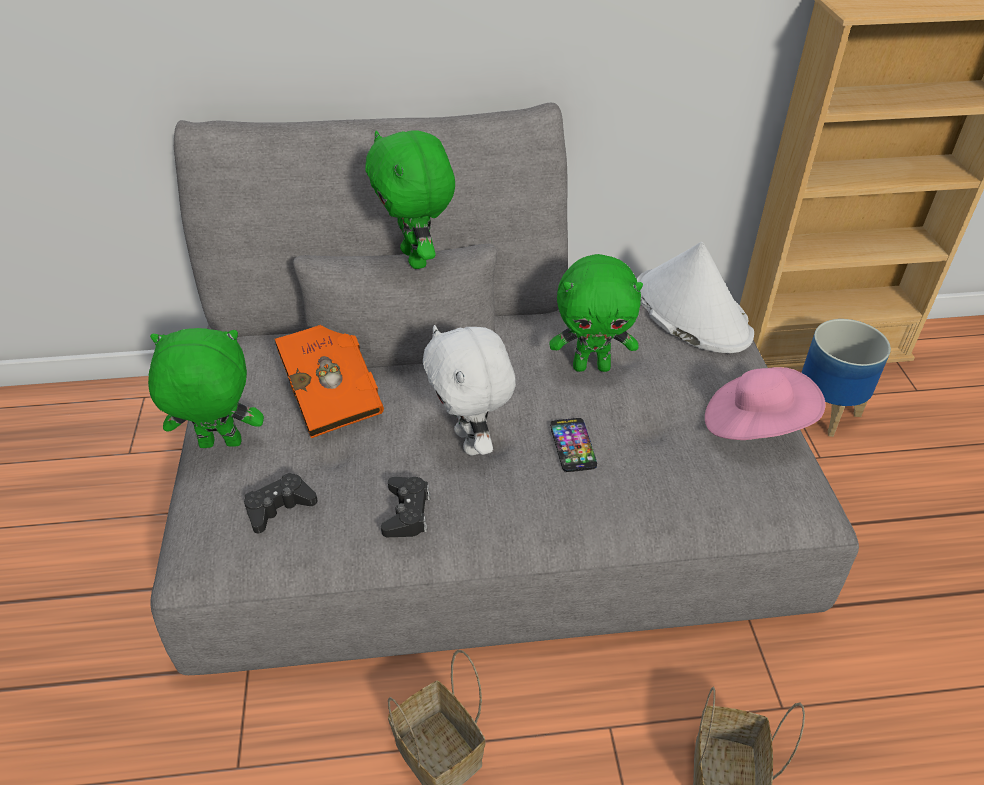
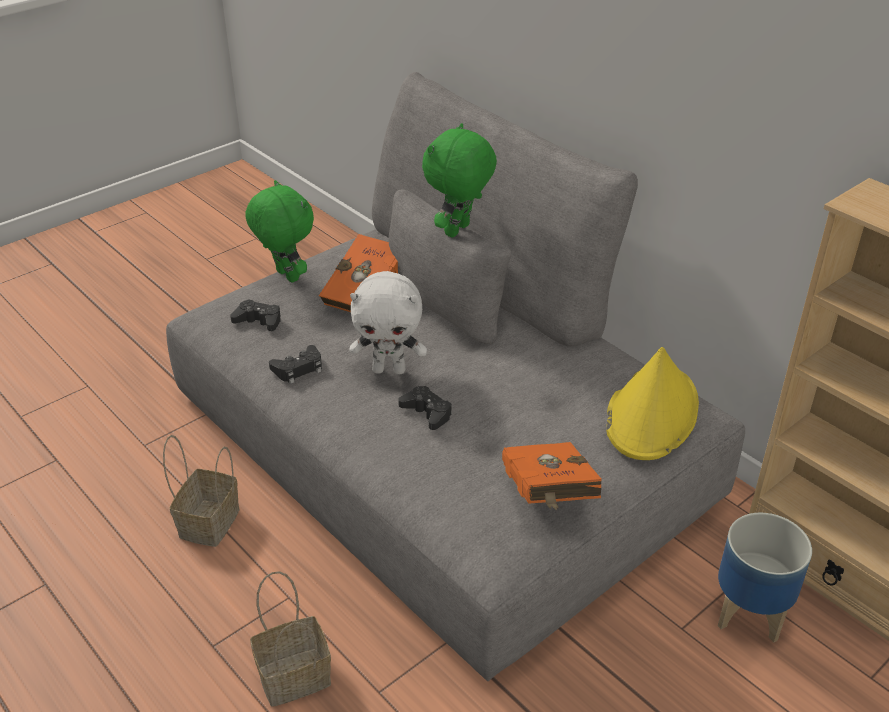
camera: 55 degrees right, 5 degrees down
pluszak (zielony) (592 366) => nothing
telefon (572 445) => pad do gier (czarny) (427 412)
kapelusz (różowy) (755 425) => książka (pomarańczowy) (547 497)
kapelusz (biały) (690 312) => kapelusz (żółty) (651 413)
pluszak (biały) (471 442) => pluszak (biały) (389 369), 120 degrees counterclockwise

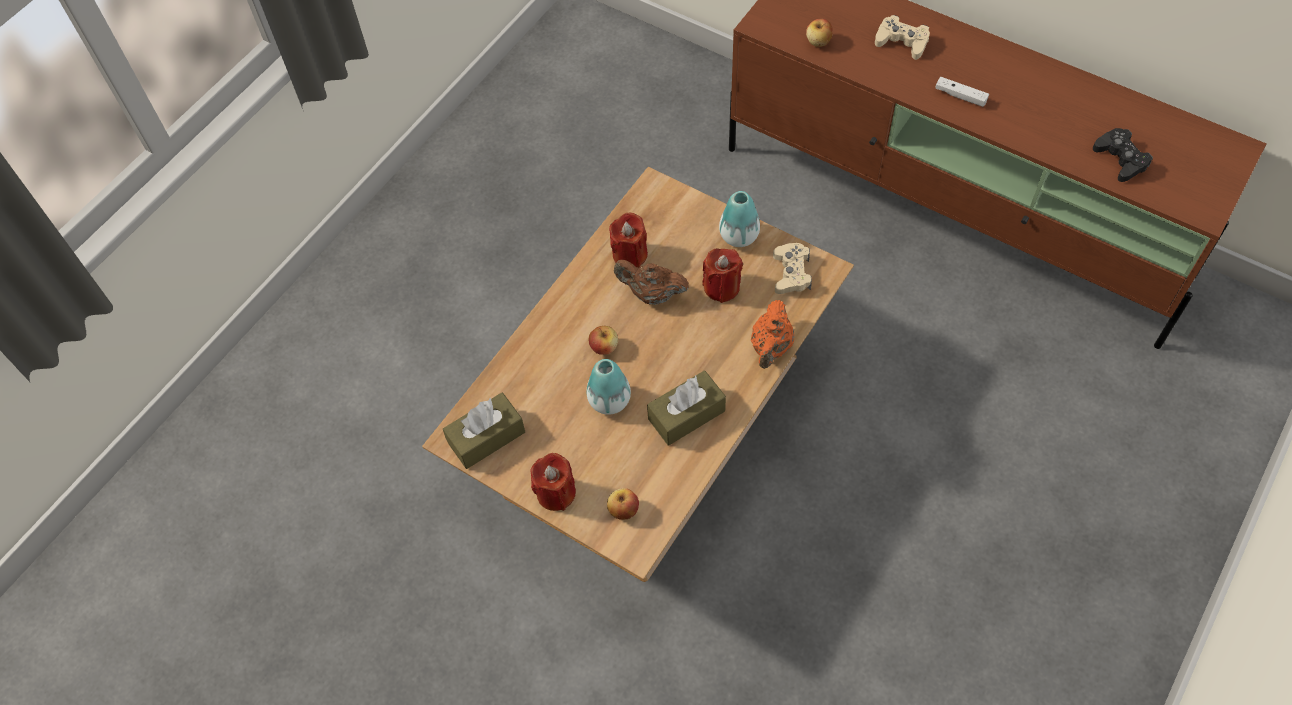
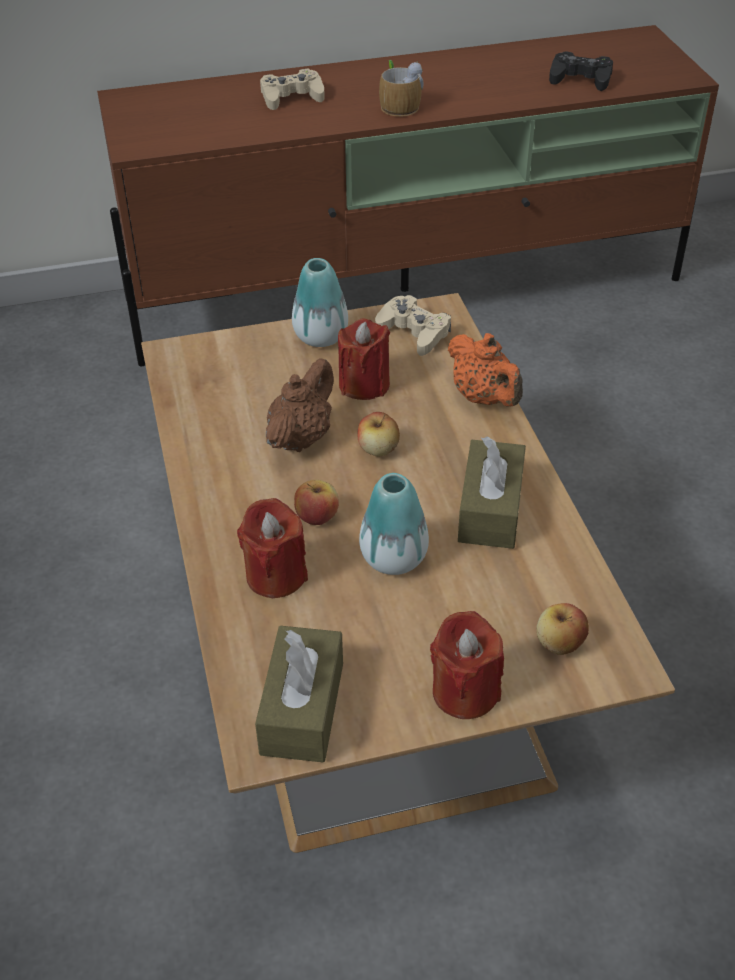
camera: 50 degrees left, 15 degrees down
świeca (czerwony) (630 254) => świeca (czerwony) (276 575), move
jabłko (818 42) => jabłko (378 449), move
pad do gier (biały) (960 96) => kubek (398 104)
imbryk (brązowy) (651 294) => imbryk (brązowy) (301 437), 150 degrees clockwise

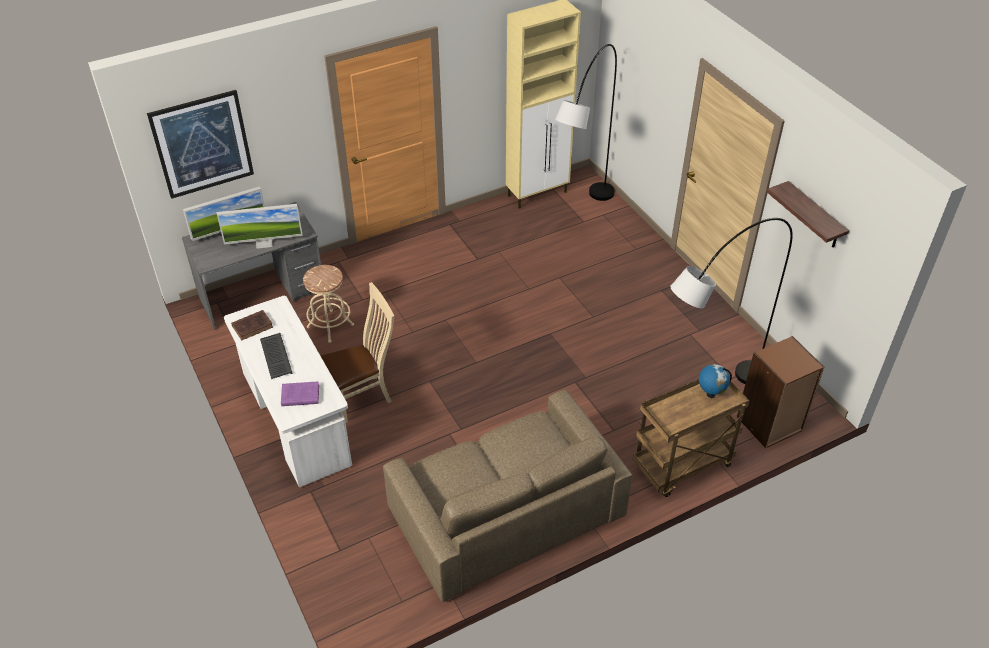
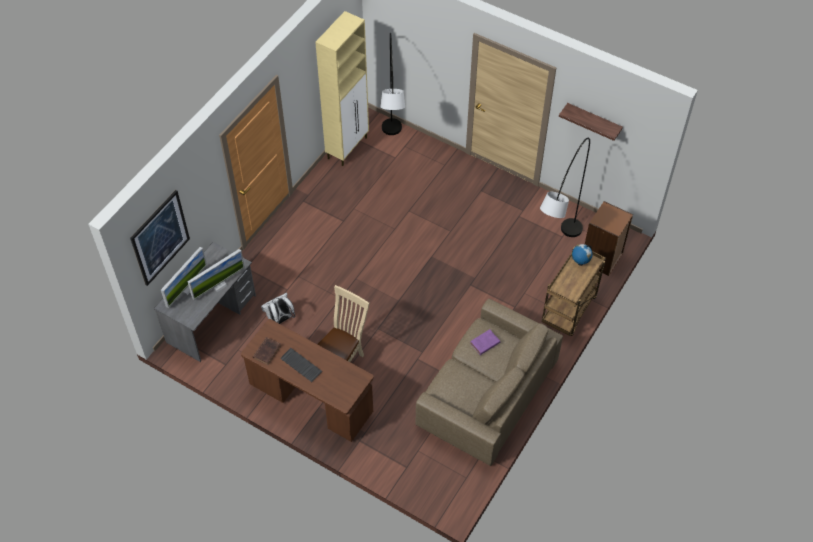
camera: 30 degrees left, 10 degrees up
książka (fioletowy) (299 396) => książka (fioletowy) (484 343), move
stołek (beżowy) (330 326) => plecak (biały) (280 320)
biurko (biały) (295 419) => biurko (brązowy) (311 398)

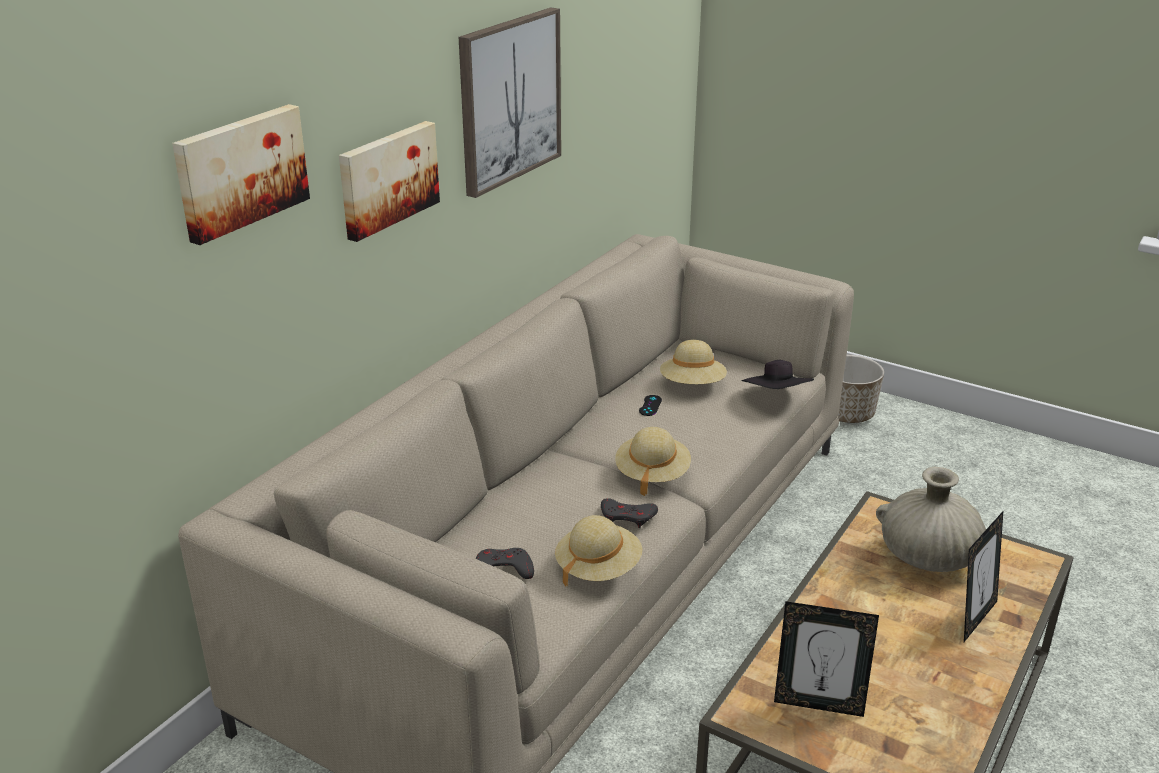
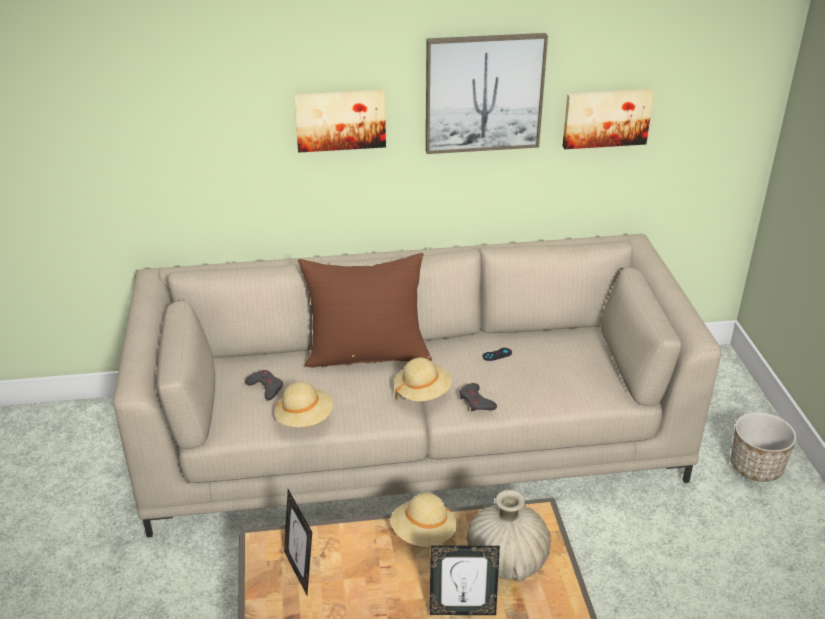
camera: 50 degrees right, 5 degrees up
kapelusz (czarny) (776 398) => nothing
nothing => poduszka (brązowy) (367 354)
obraz (240 171) => obraz (606 117), move
pad do gier (szary) (627 517) => pad do gier (szary) (476 401), move
kapelusz (beżowy) (692 385) => kapelusz (beżowy) (423 534), move

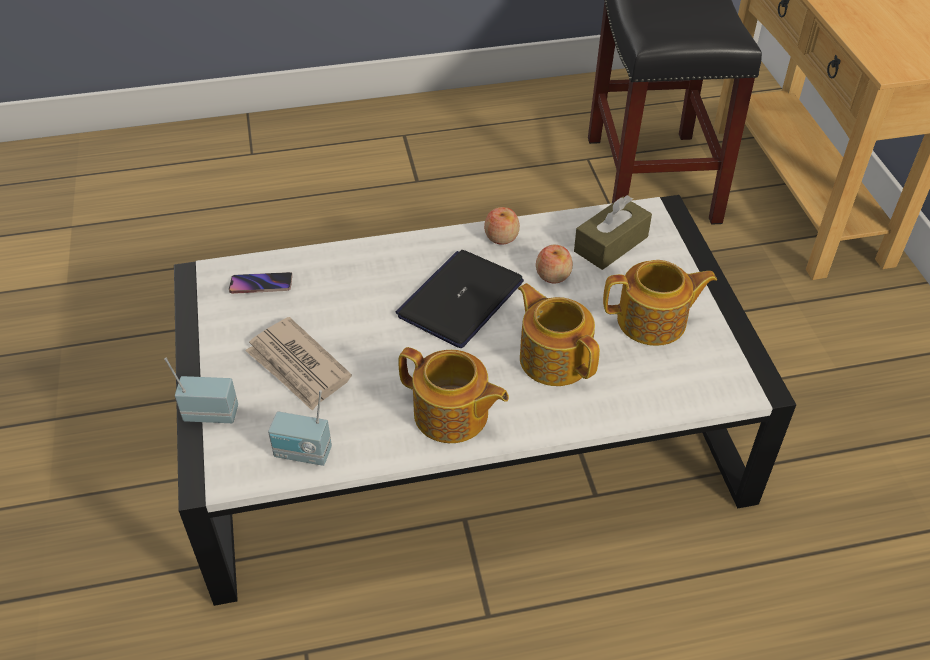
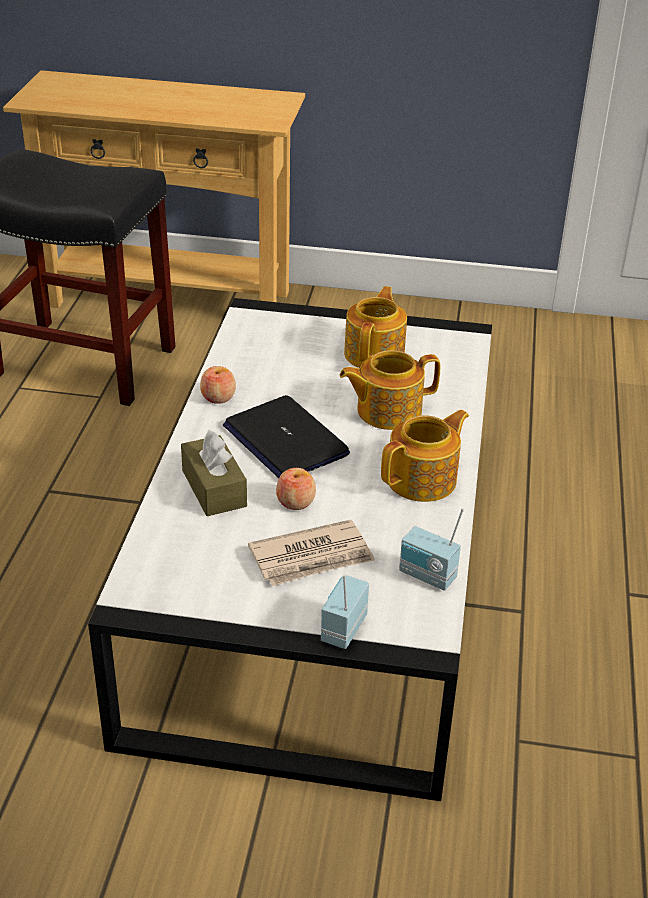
camera: 70 degrees left, 10 degrees down
telefon (261 286) => nothing
jabłko (553 275) => jabłko (295 502), move
pudełko chusteczek (brązowy) (611 244) => pudełko chusteczek (brązowy) (214 488), move
radio (302 454) => radio (426 577), 90 degrees clockwise

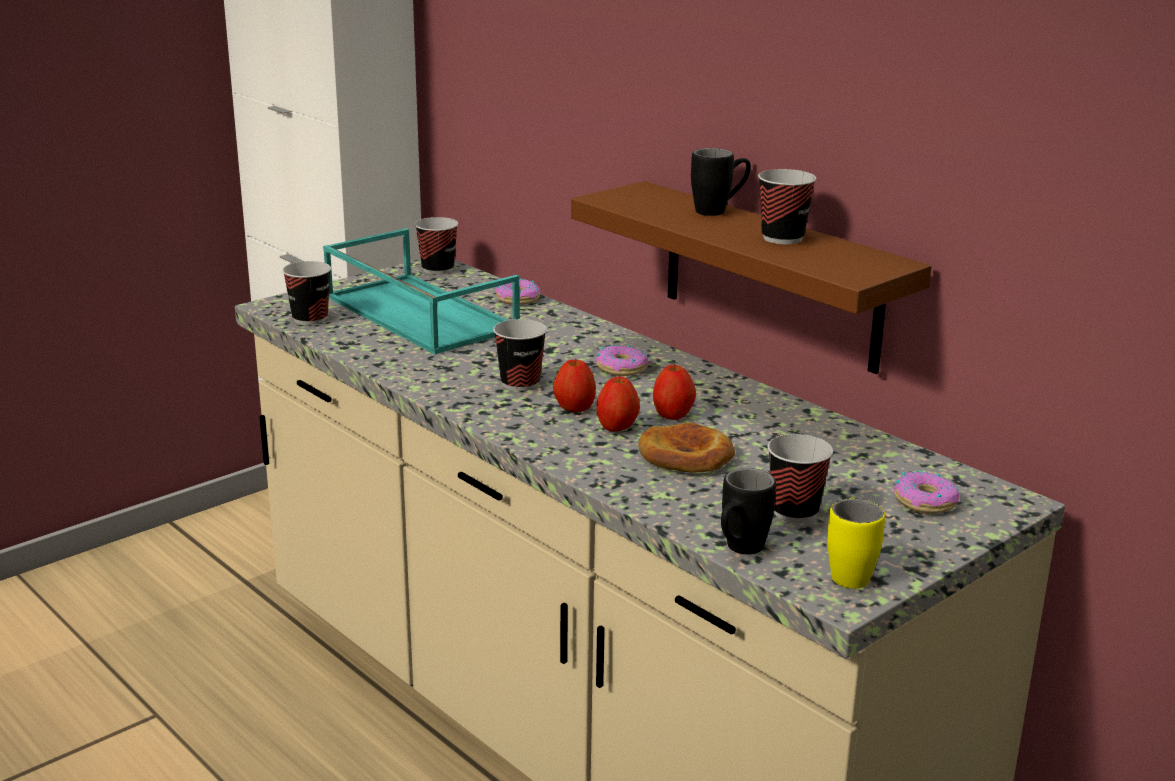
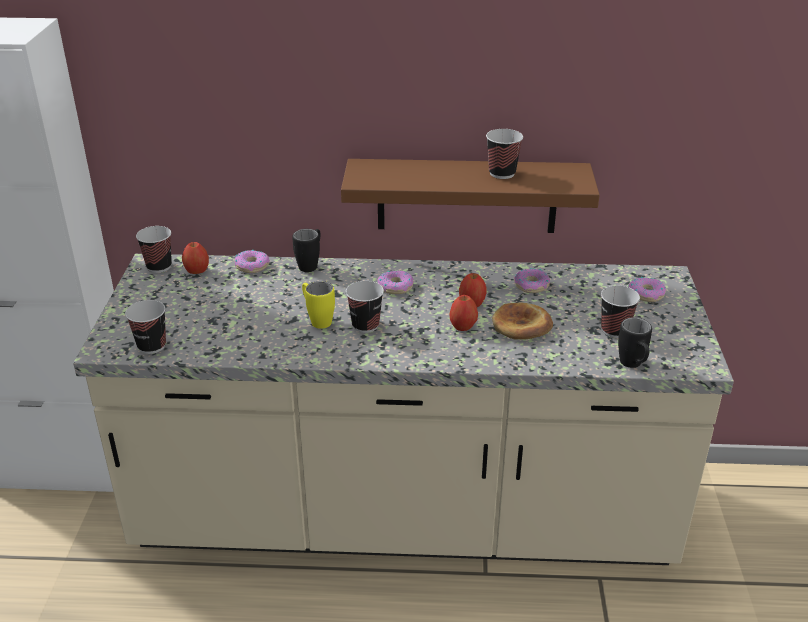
camera: 45 degrees left, 10 degrees up
taca (turkusowy) (417 313) => nothing
nothing => donut (531 286)
jabłko (574 409) => jabłko (197 271), move
kubek (czarny) (719 210) => kubek (czarny) (311 264), move
kubek (żółty) (849 571) => kubek (żółty) (317 320), move

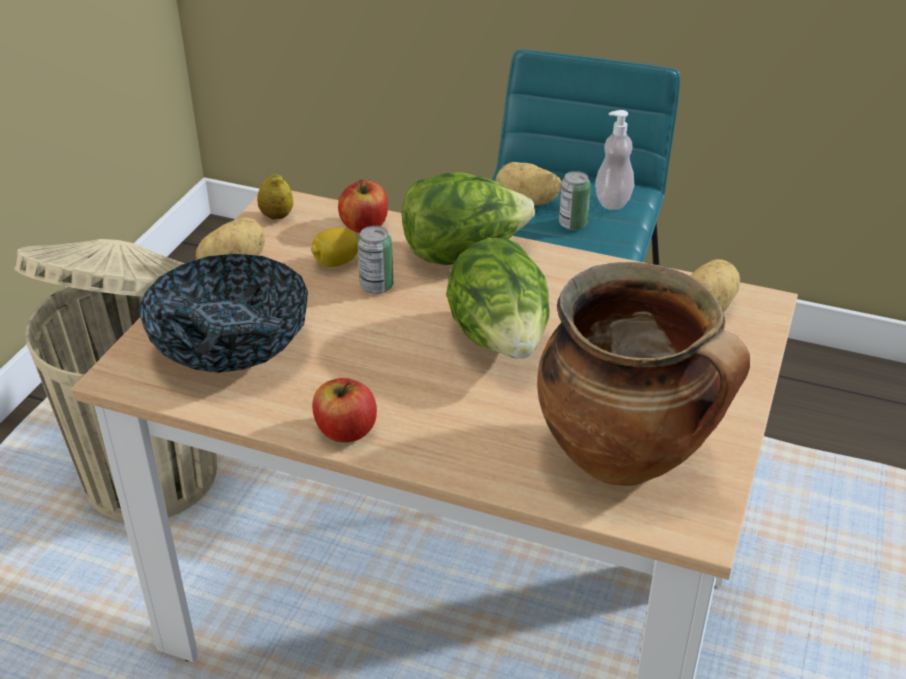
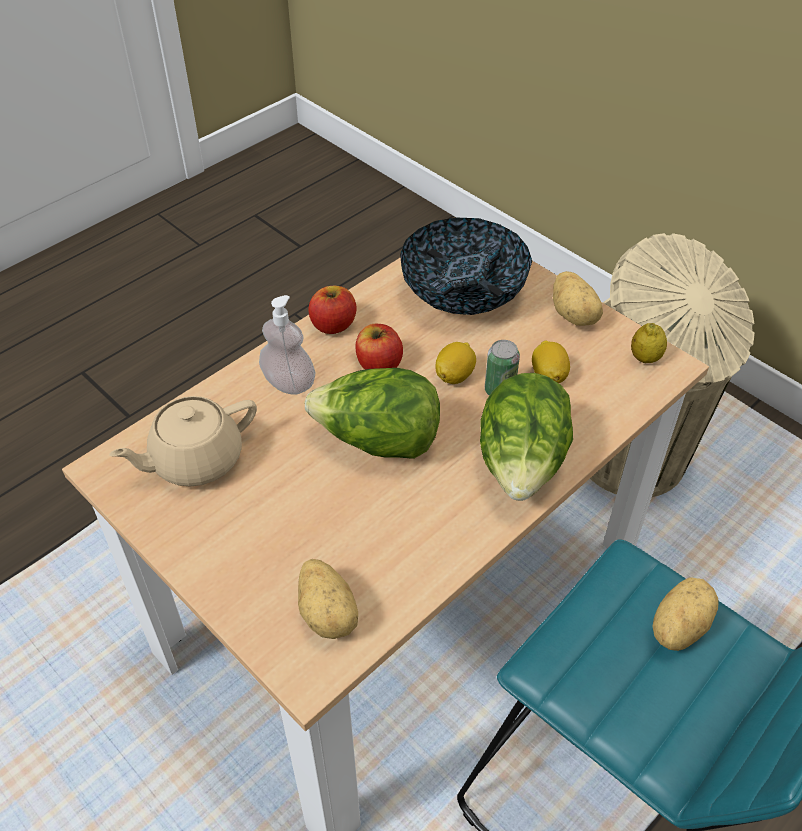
camera: 115 degrees right, 10 degrees up
puszka (573 224) => nothing
nothing => cytryna (454 375)
jabłko (364 225) => jabłko (379 364), move
dozownik mydła (612 201) => dozownik mydła (289 383), move
garnek (626 458) => imbryk (beżowy) (195 460)

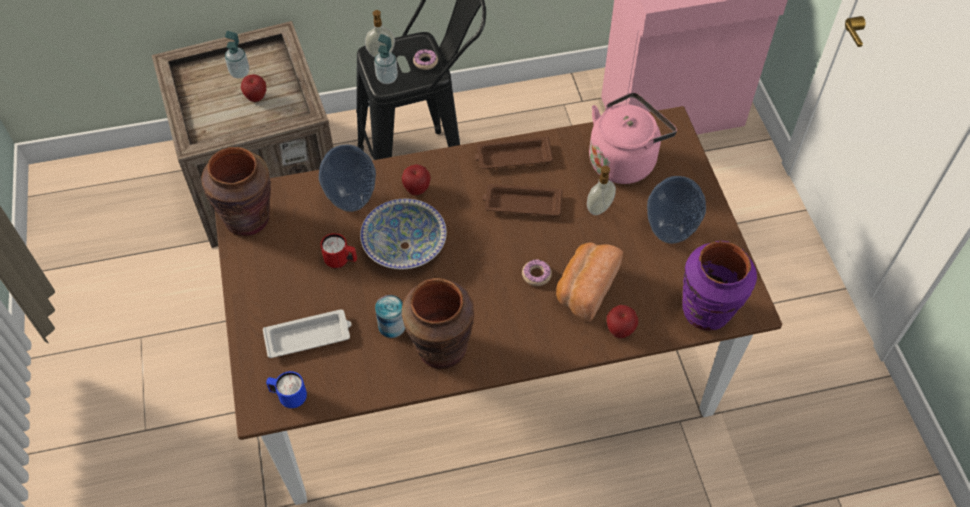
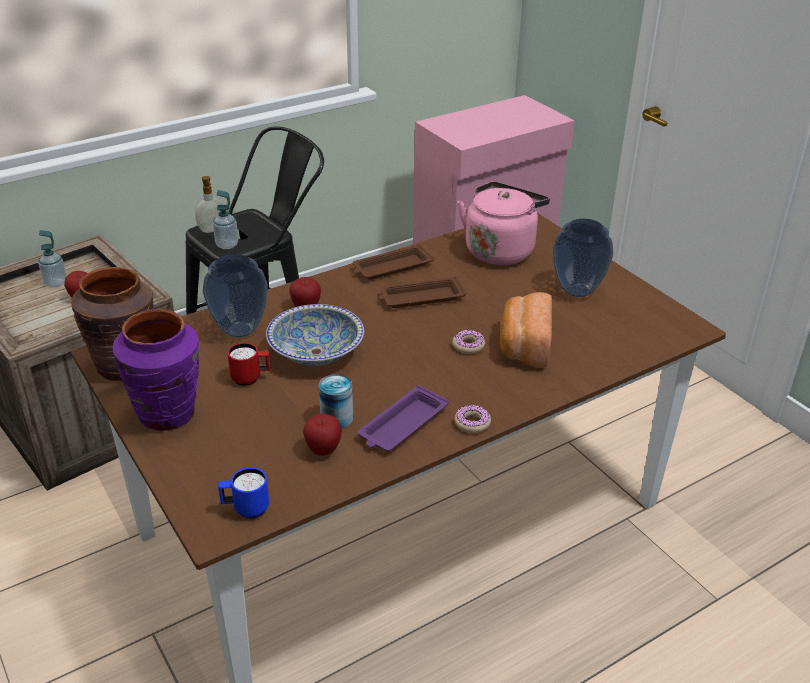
camera: 20 degrees left, 20 degrees down
taca (biały) (309 336) => nothing
dozownik mydła (598 207) => nothing
donut (425 62) => donut (472 423), move
jabłko (620 331) => jabłko (323 450), move
wazon (fioletowy) (706 312) => wazon (fioletowy) (168 414), move
wazon (brązowy) (441 349) => taca (fioletowy) (402 425)

